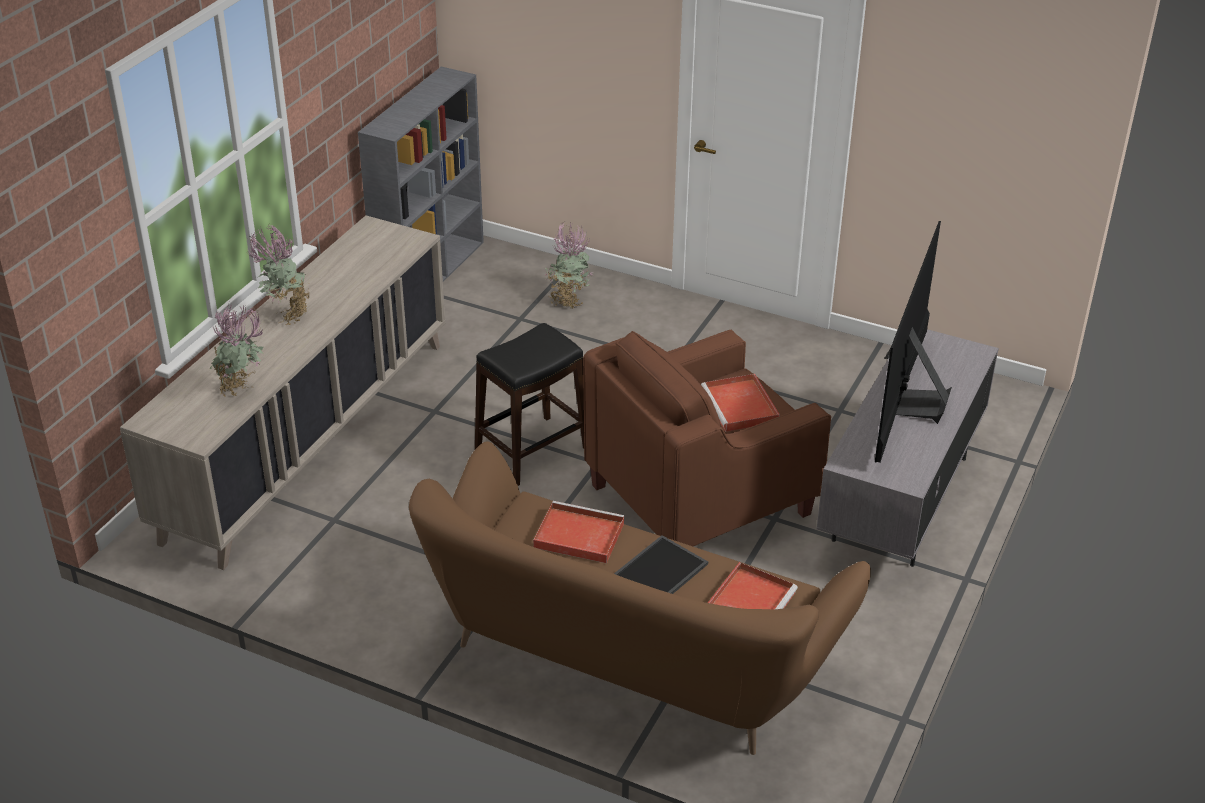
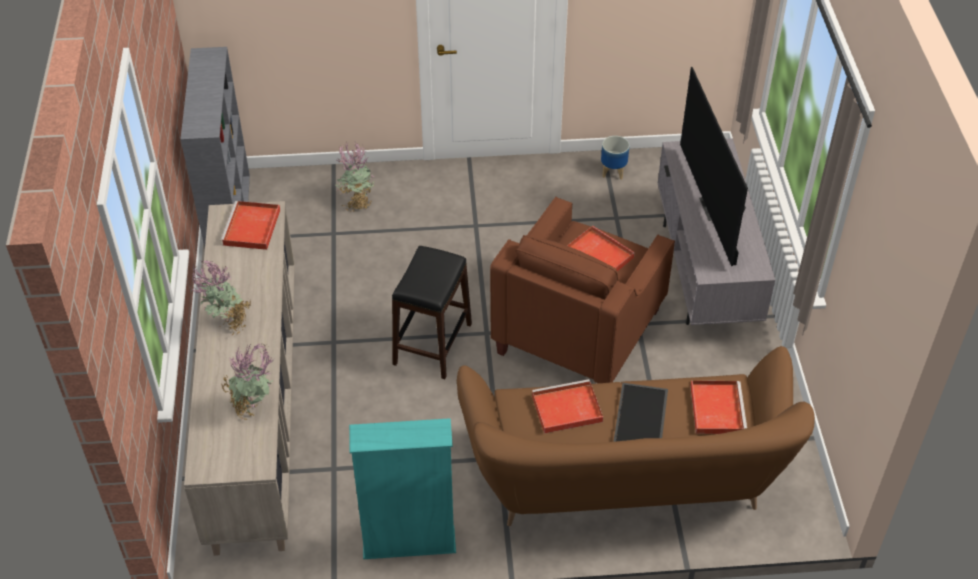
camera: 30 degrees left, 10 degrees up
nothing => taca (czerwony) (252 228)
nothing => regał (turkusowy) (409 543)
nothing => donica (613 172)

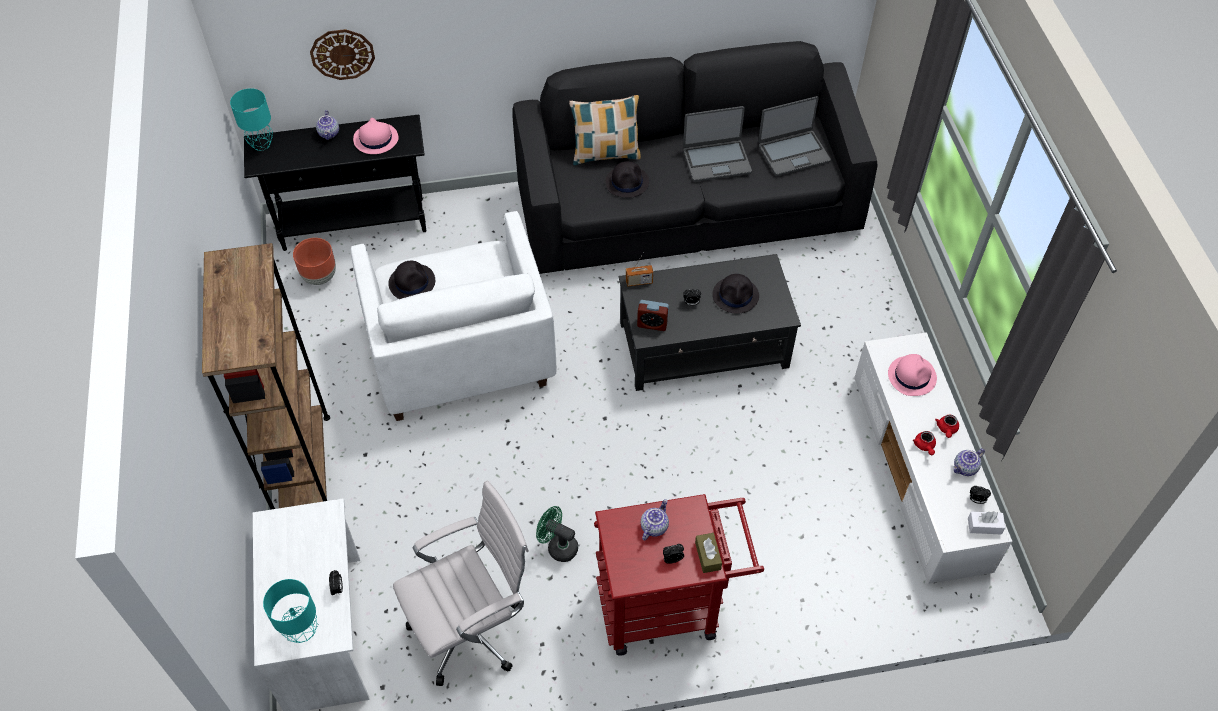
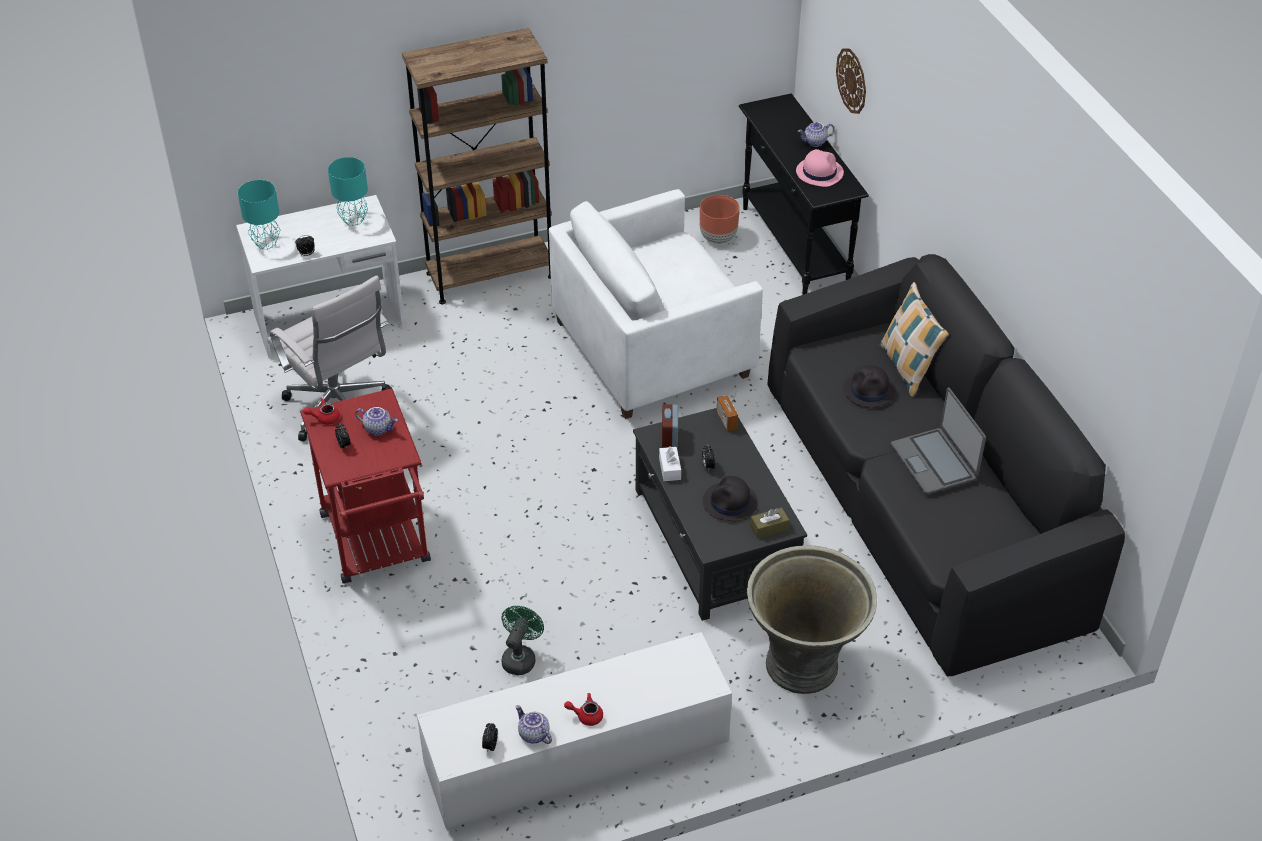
camera: 80 degrees right, 10 degrees down
kapelusz (czarny) (412 282) => nothing
laptop (793 153) => nothing
kapelusz (różowy) (912 376) => nothing
nothing => donica (szary) (804 665)
lampa stołowa (turkusowy) (261 144) => lampa stołowa (turkusowy) (353 219), move
wentylator (zielony) (558 546) => wentylator (zielony) (520 657), move
pudełko chusteczek (brązowy) (708 556) => pudełko chusteczek (brązowy) (769 528), move
imbryk (czerwony) (924 446) => imbryk (czerwony) (324 418), move
pudełko chusteczek (biały) (984 526) => pudełko chusteczek (biały) (670 469), move

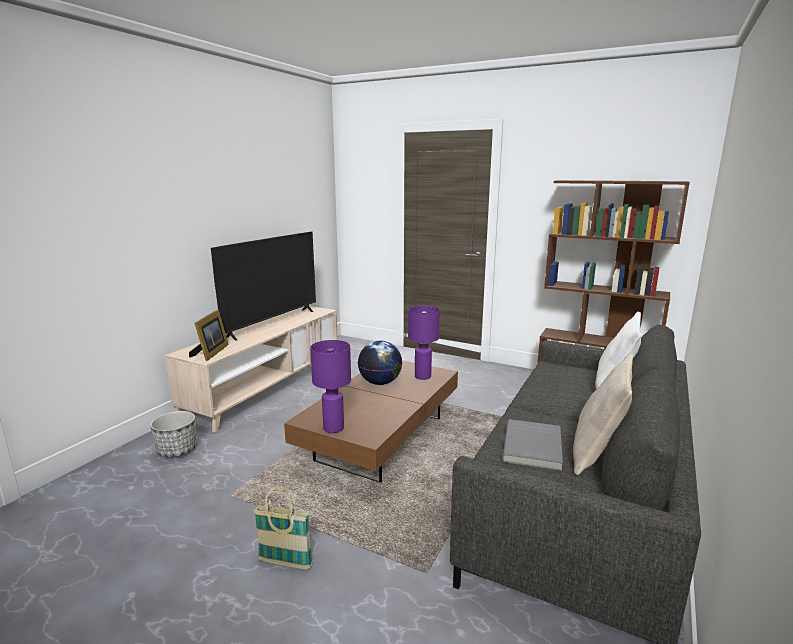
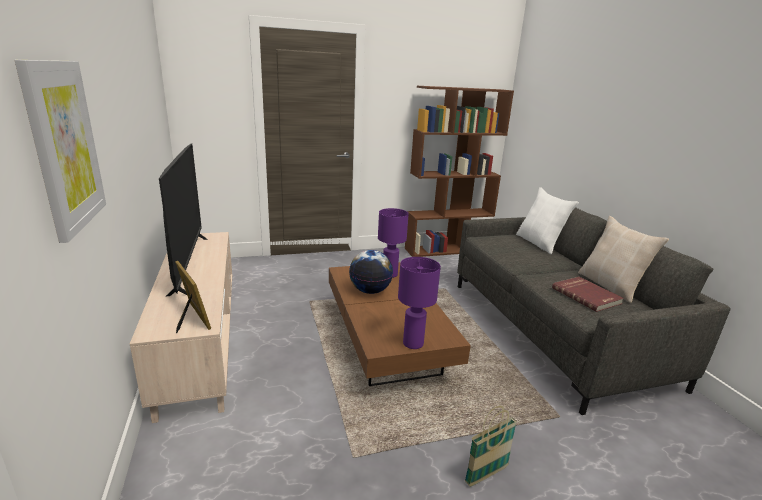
camera: 45 degrees left, 5 degrees up
donica (177 450) => nothing
nothing => obraz (64 146)
książka (szary) (534 447) => książka (czerwony) (586 295)

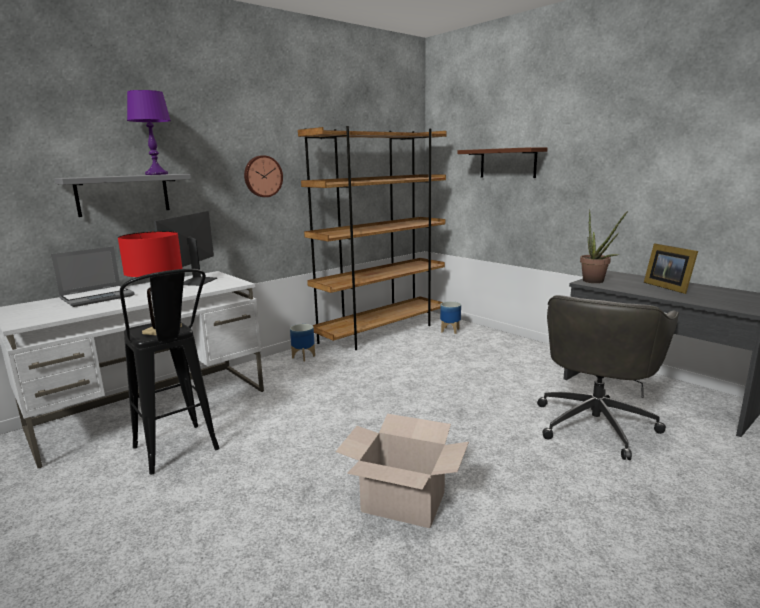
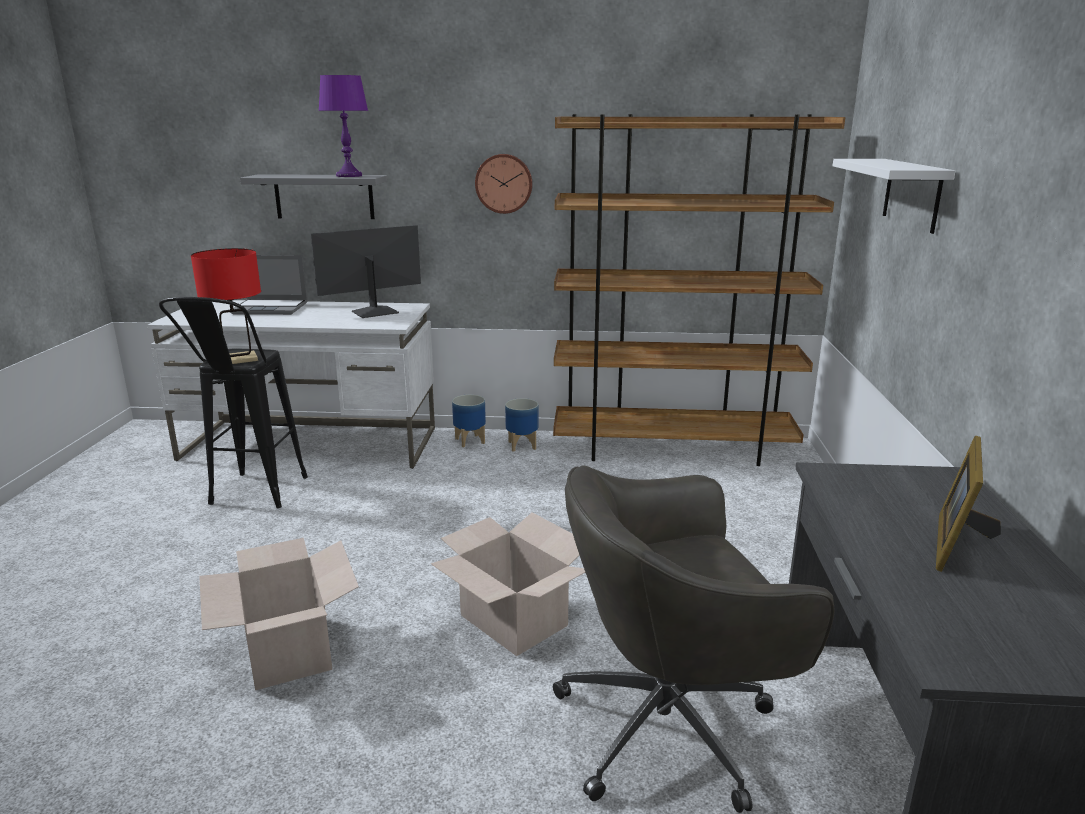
camera: 45 degrees right, 5 degrees up
roślina doniczkowa (596 282) => nothing
nothing => karton (514 620)
donica (450 330) => donica (470 441), move
półka (brązowy) (508 163) => półka (biały) (912 194)

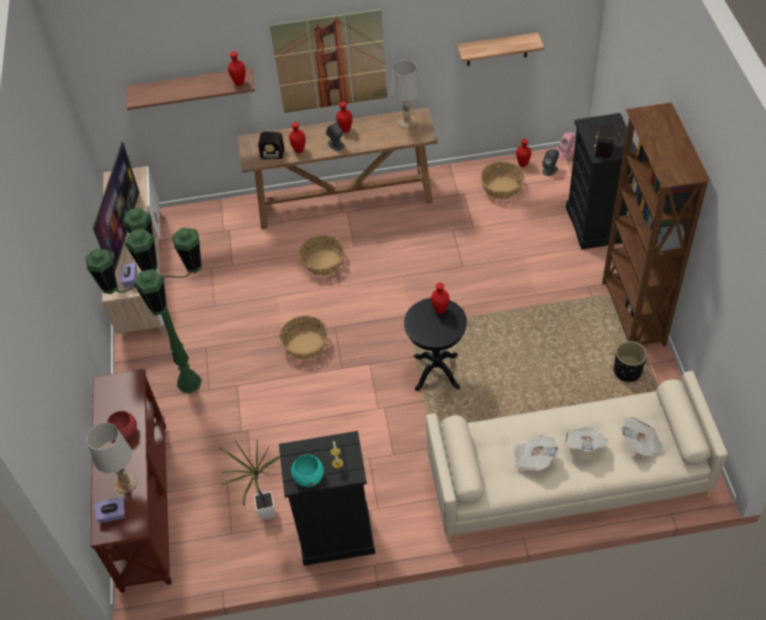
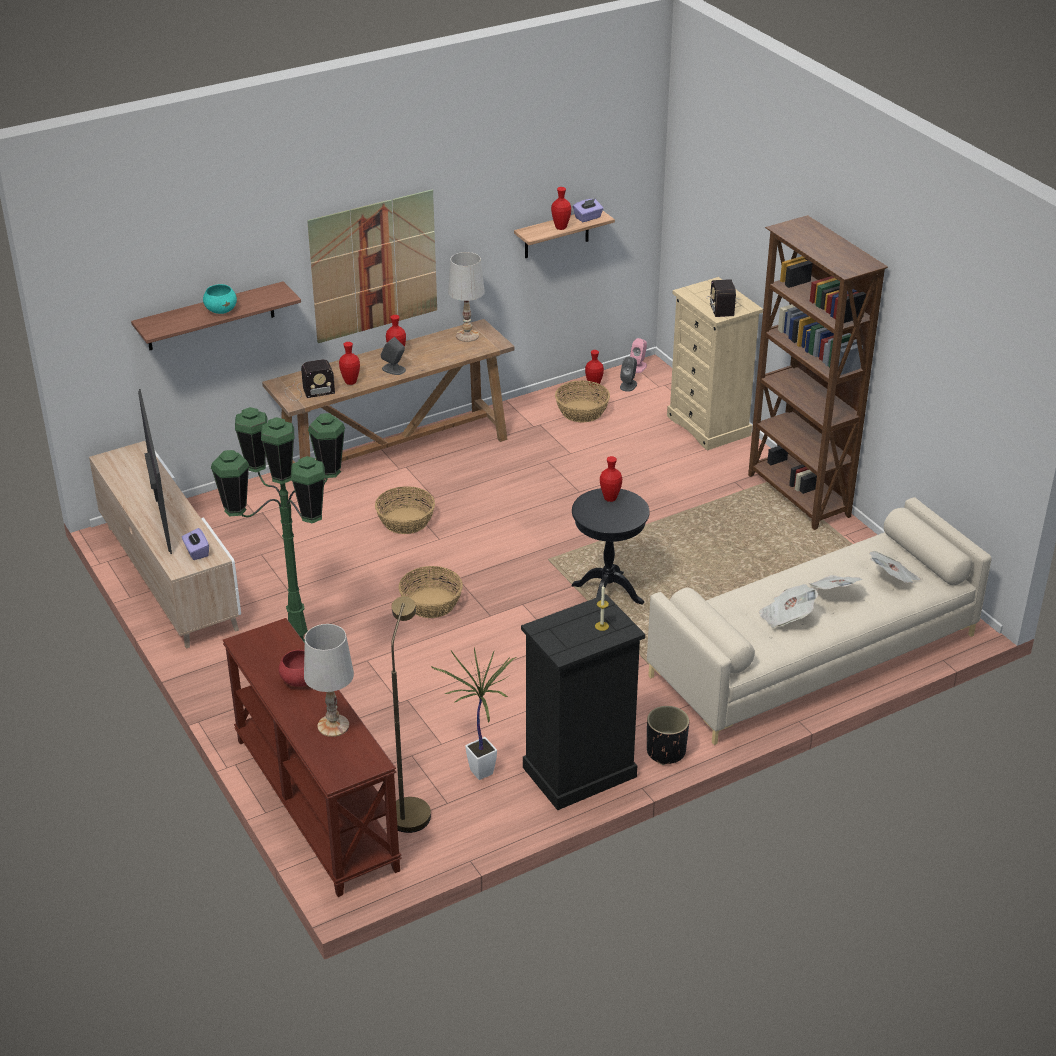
camera: 25 degrees left, 15 degrees down
nothing => lampa stojąca (brązowy) (410 808)
pudełko chusteczek (fioletowy) (113 515) => pudełko chusteczek (fioletowy) (588 218), move
wazon (czerwony) (239 83) => wazon (czerwony) (561 227), move
miska (turkusowy) (309 477) => miska (turkusowy) (221 310), move
donica (czarny) (627 371) => donica (czarny) (666 752), move
komoda (czarny) (594 225) => komoda (beżowy) (709 426)

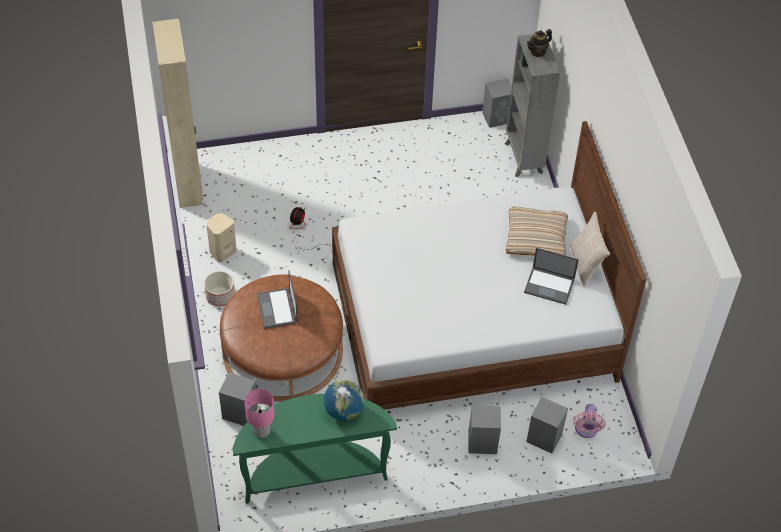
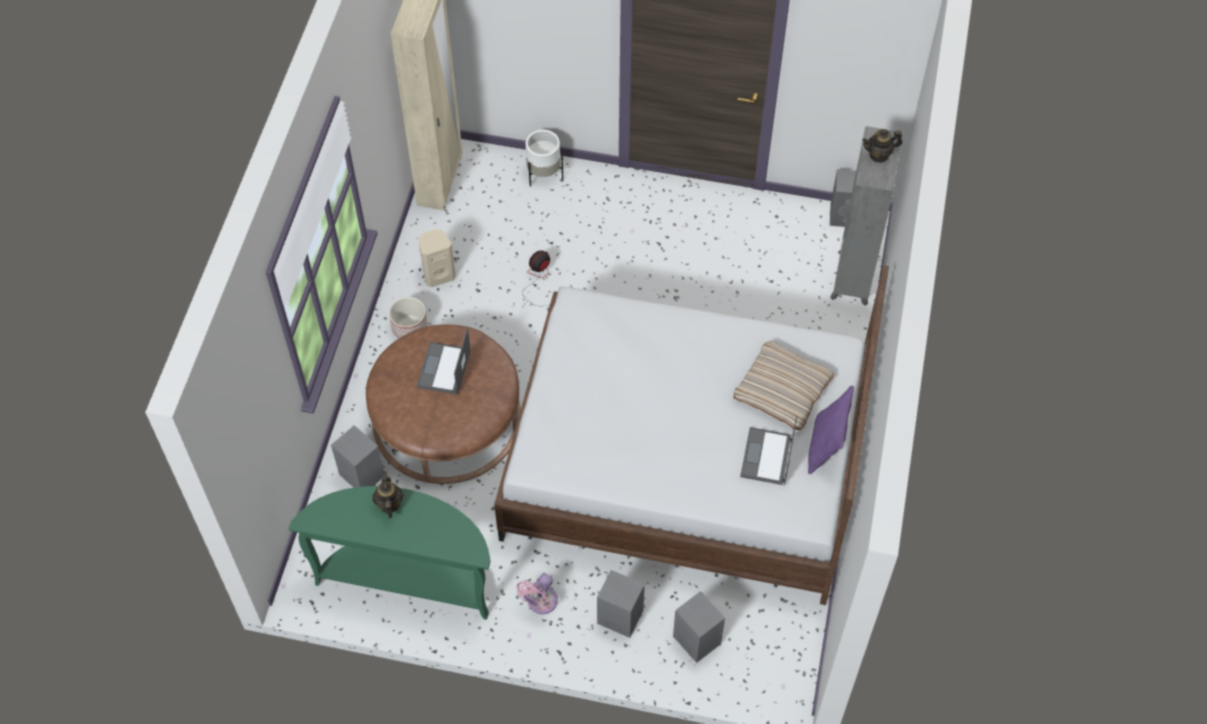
camera: 25 degrees right, 5 degrees up
lampa stołowa (różowy) (262 430) => nothing
globus (344 410) => nothing
nothing => imbryk (389 504)
nothing => donica (biały) (544 175)
wentylator (różowy) (586 430) => wentylator (różowy) (540 603), move
poduszka (beżowy) (585 264) => poduszka (fioletowy) (826 446)
laptop (550 285) => laptop (767 457), 60 degrees clockwise

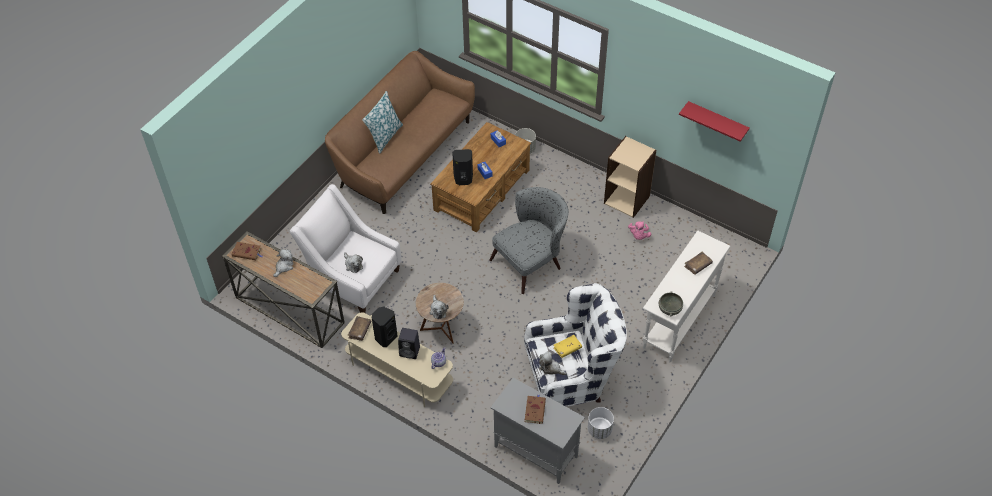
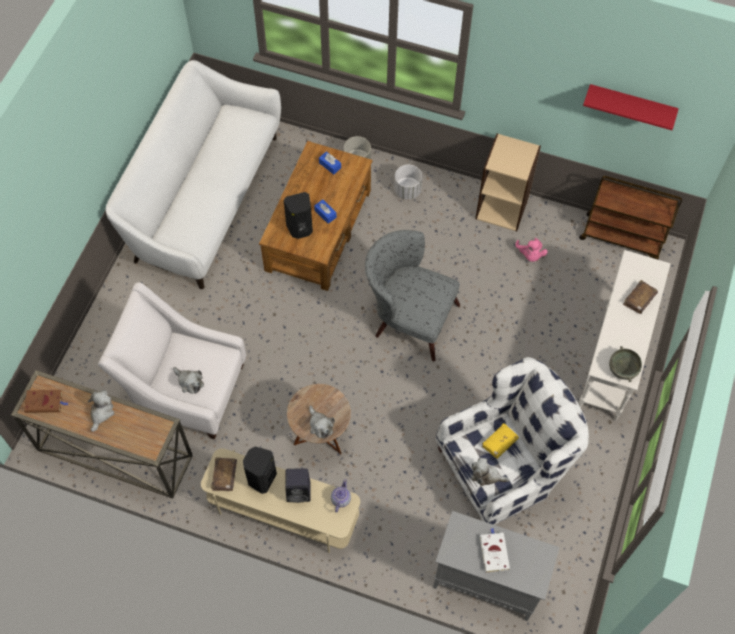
camera: 15 degrees left, 10 degrees up
poduszka (384 136) => nothing
nothing => wózek (brązowy) (622 237)
donica (biały) (600 429) => donica (biały) (407 190), move
kanapa (brązowy) (403 154) => kanapa (biały) (204 199)
książka (brązowy) (534 410) => książka (biały) (493 552)
fotel (szary) (531 261) => fotel (szary) (408 317), 105 degrees counterclockwise

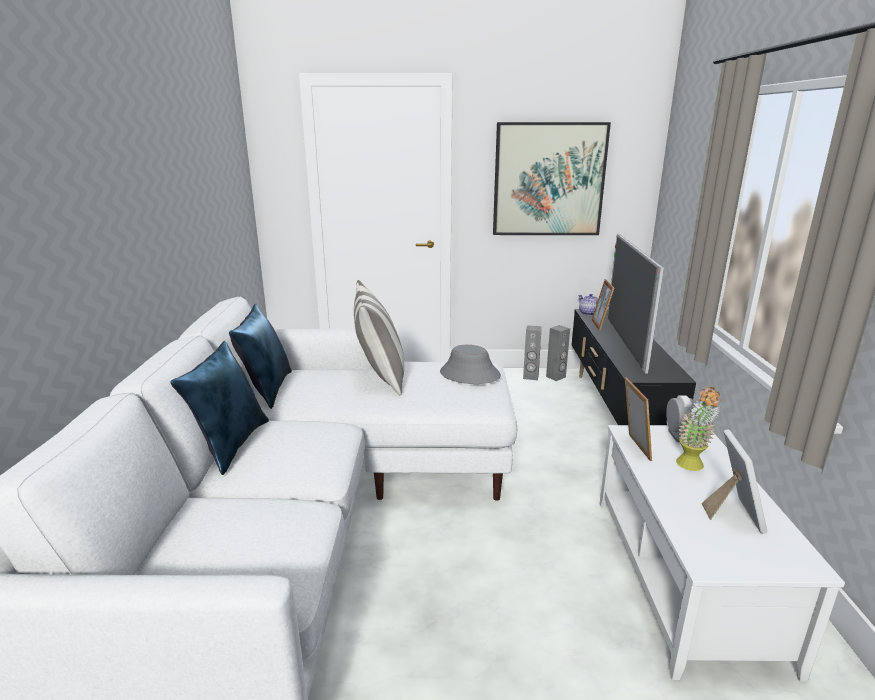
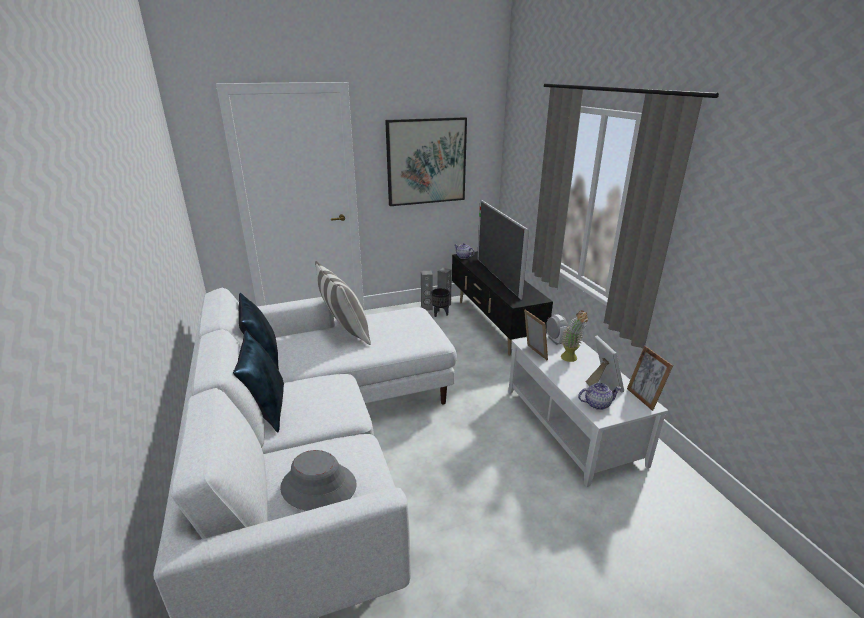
camera: 20 degrees left, 5 degrees up
nothing => donica (czarny) (440 314)
nothing => imbryk (597 404)
kapelusz (szary) (469 374) => kapelusz (szary) (318 486), move
ramka na zdjęcie (600 325) => ramka na zdjęcie (643 398), move

